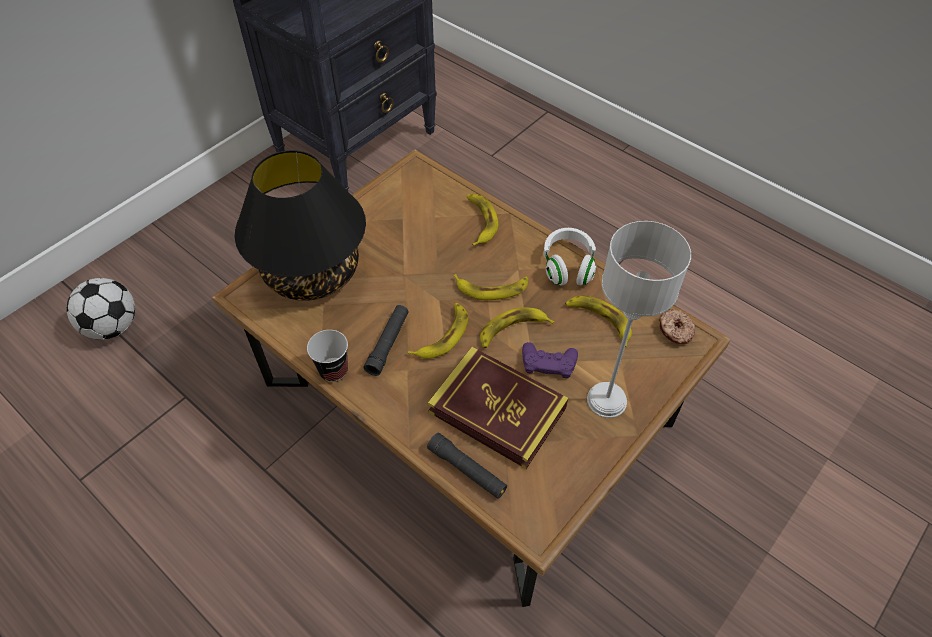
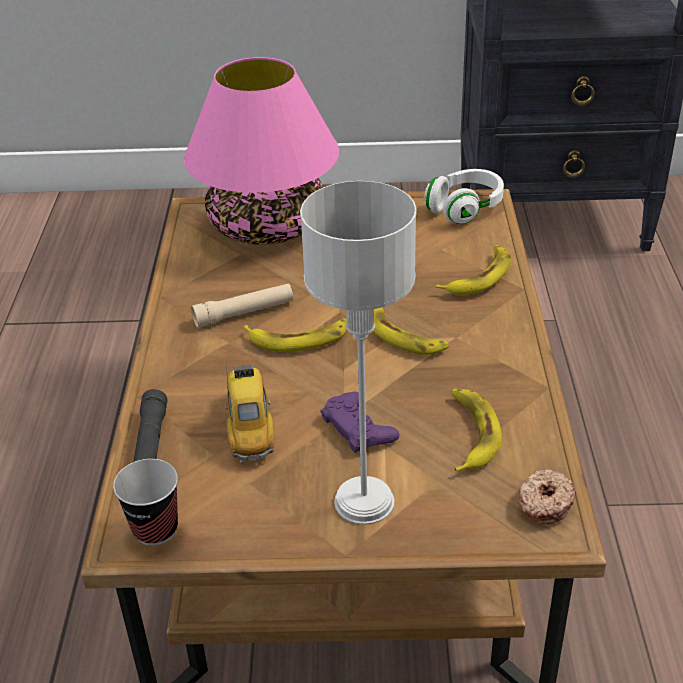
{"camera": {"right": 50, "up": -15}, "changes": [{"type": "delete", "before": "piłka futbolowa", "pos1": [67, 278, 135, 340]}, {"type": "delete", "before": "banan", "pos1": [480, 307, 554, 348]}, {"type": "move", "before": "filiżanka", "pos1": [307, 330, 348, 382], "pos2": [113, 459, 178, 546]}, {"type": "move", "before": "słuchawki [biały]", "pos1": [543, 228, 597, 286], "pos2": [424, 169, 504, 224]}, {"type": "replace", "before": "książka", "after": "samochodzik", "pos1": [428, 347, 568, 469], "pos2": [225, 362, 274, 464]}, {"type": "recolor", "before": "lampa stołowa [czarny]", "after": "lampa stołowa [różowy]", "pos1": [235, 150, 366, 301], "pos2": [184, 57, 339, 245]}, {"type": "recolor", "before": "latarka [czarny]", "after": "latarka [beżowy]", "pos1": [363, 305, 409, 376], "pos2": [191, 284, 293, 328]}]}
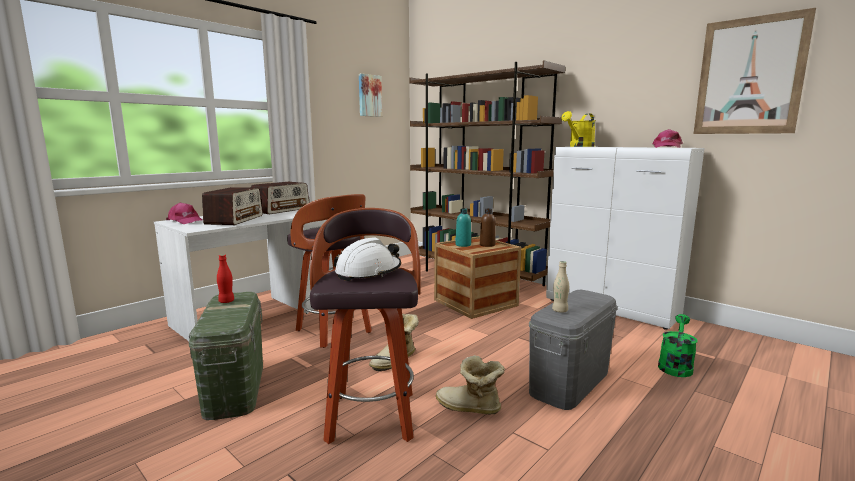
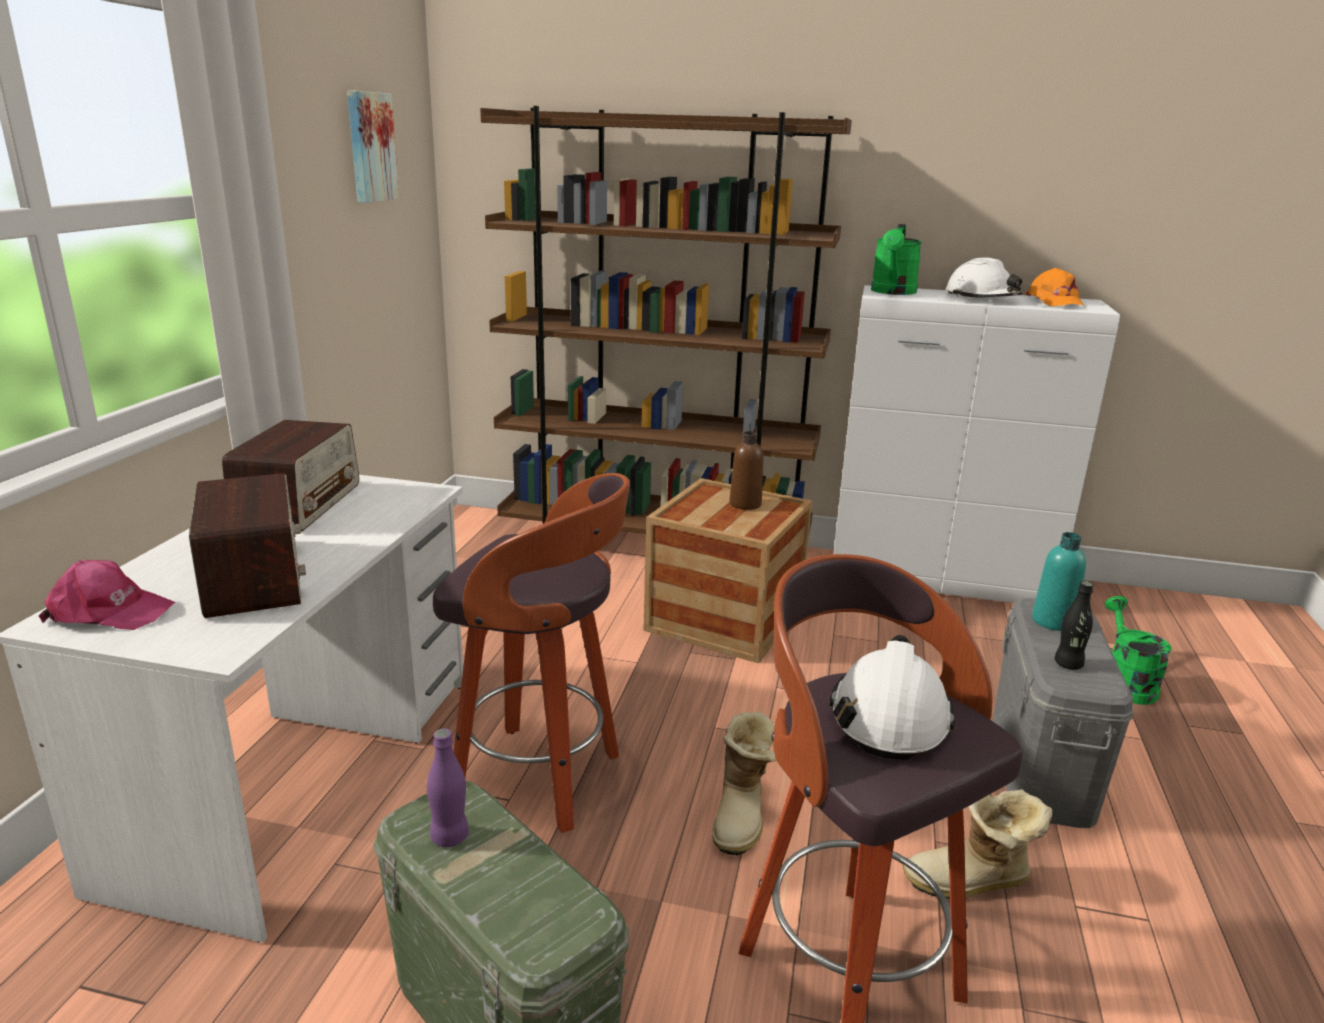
{"camera": {"right": -30, "up": 10}, "changes": [{"type": "delete", "before": "obraz", "pos1": [694, 8, 816, 134]}, {"type": "insert", "after": "kask [biały]", "pos2": [946, 258, 1022, 297]}, {"type": "move", "before": "butelka [turkusowy]", "pos1": [455, 208, 471, 247], "pos2": [1032, 532, 1086, 631]}, {"type": "recolor", "before": "butelka [czerwony]", "after": "butelka [fioletowy]", "pos1": [217, 254, 234, 303], "pos2": [427, 728, 469, 847]}, {"type": "recolor", "before": "butelka [beżowy]", "after": "butelka [czarny]", "pos1": [552, 261, 569, 313], "pos2": [1054, 581, 1093, 670]}, {"type": "recolor", "before": "konewka [żółty]", "after": "konewka [zielony]", "pos1": [561, 111, 596, 147], "pos2": [871, 224, 922, 295]}, {"type": "recolor", "before": "czapka z daszkiem [różowy]", "after": "czapka z daszkiem [pomarańczowy]", "pos1": [652, 129, 683, 148], "pos2": [1025, 268, 1084, 306]}]}
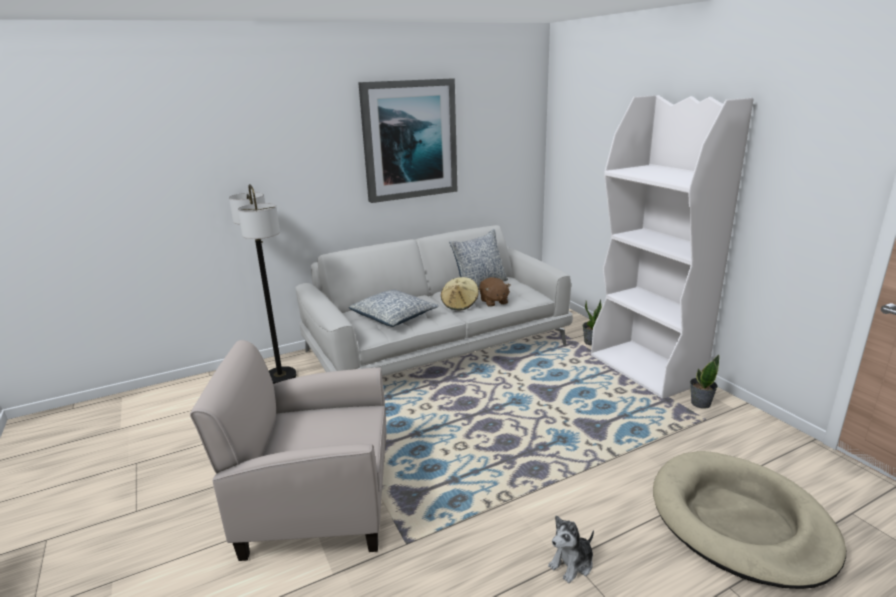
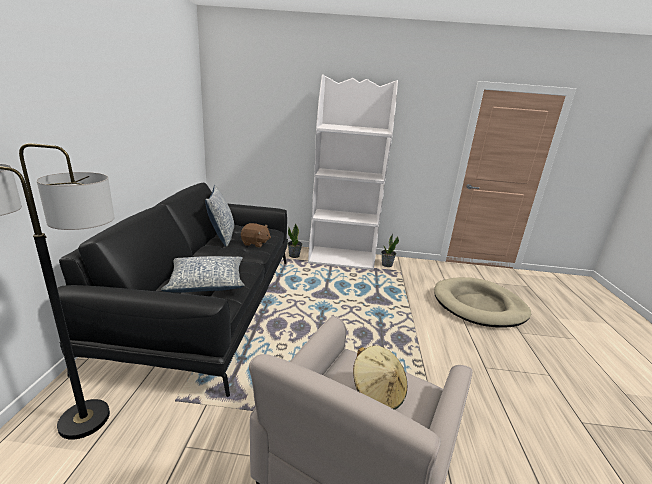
{"camera": {"right": -60, "up": 0}, "changes": [{"type": "delete", "before": "obraz", "pos1": [358, 79, 457, 203]}, {"type": "delete", "before": "pluszak", "pos1": [548, 516, 594, 583]}, {"type": "move", "before": "kapelusz [beżowy]", "pos1": [441, 277, 479, 311], "pos2": [353, 345, 407, 410]}, {"type": "recolor", "before": "kanapa [biały]", "after": "kanapa [czarny]", "pos1": [295, 225, 573, 377], "pos2": [57, 183, 288, 397]}]}
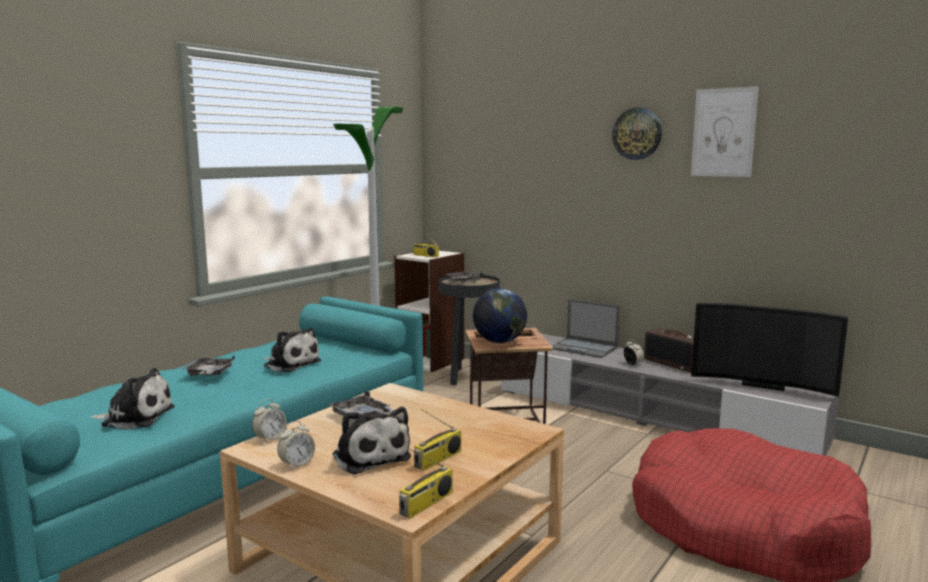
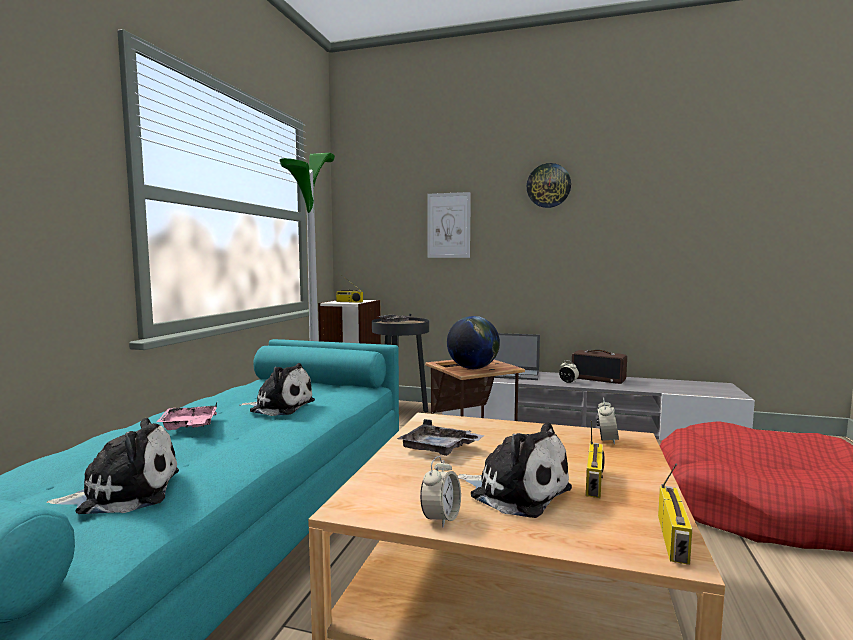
{"camera": {"right": -20, "up": -5}, "changes": [{"type": "delete", "before": "telewizor", "pos1": [691, 303, 848, 397]}, {"type": "move", "before": "budzik", "pos1": [252, 399, 287, 443], "pos2": [597, 397, 619, 445]}, {"type": "move", "before": "obraz", "pos1": [691, 86, 759, 177], "pos2": [427, 192, 471, 258]}, {"type": "recolor", "before": "taca [szary]", "after": "taca [różowy]", "pos1": [182, 356, 235, 376], "pos2": [157, 402, 217, 430]}]}
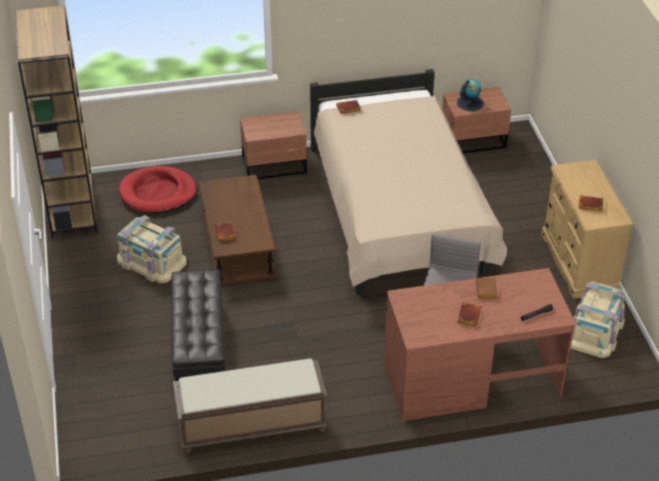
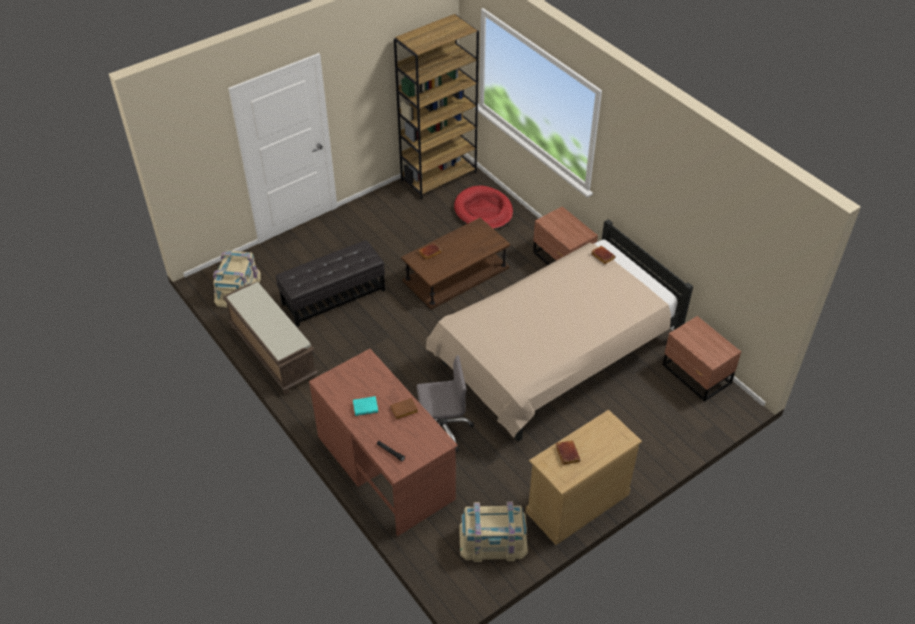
{"camera": {"right": 65, "up": 5}, "changes": [{"type": "delete", "before": "globus", "pos1": [457, 79, 484, 111]}, {"type": "move", "before": "pojemnik do przechowywania [beżowy]", "pos1": [117, 215, 187, 283], "pos2": [213, 250, 261, 308]}, {"type": "recolor", "before": "książka [brązowy]", "after": "książka [turkusowy]", "pos1": [457, 302, 481, 327], "pos2": [353, 396, 378, 416]}]}
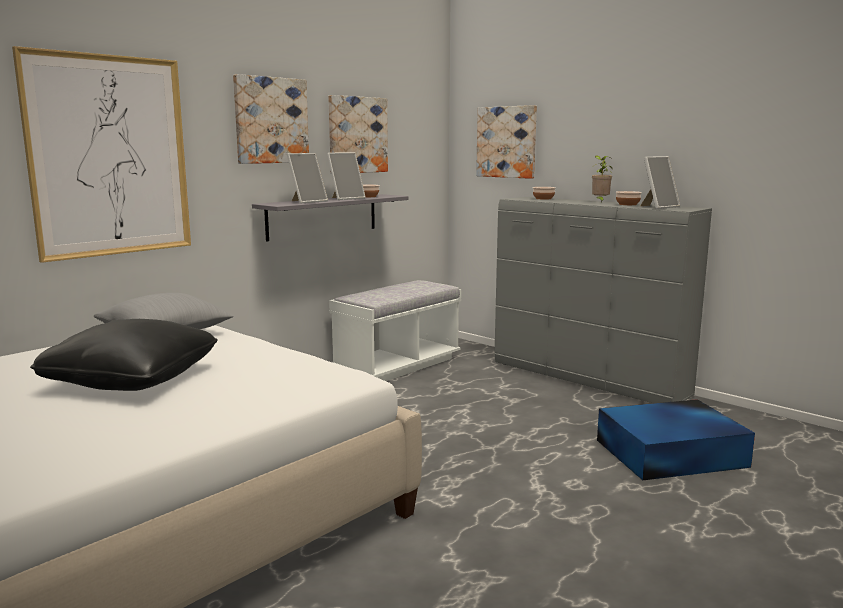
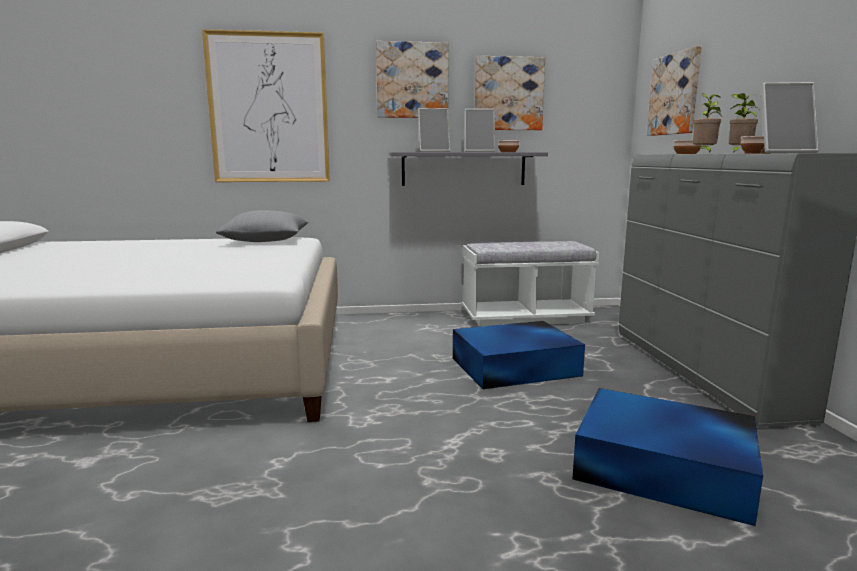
{"camera": {"right": 40, "up": 0}, "changes": [{"type": "delete", "before": "poduszka [czarny]", "pos1": [30, 319, 218, 391]}, {"type": "insert", "after": "pojemnik do przechowywania [niebieski]", "pos2": [453, 321, 585, 389]}, {"type": "insert", "after": "roślina doniczkowa", "pos2": [693, 93, 722, 153]}]}
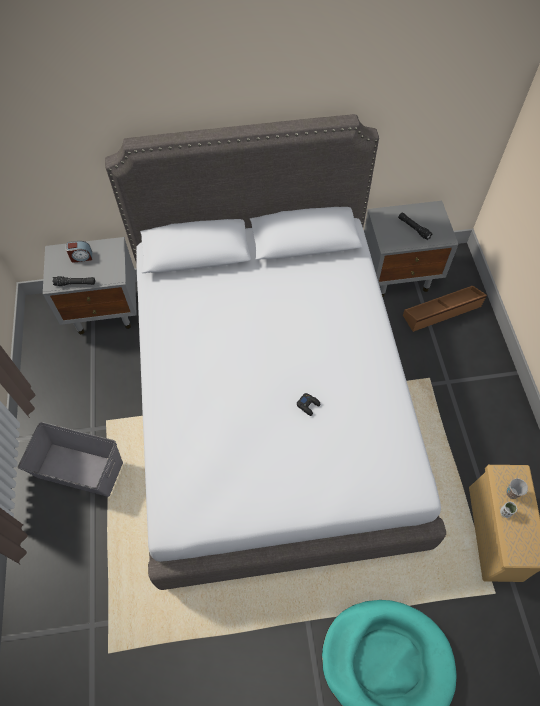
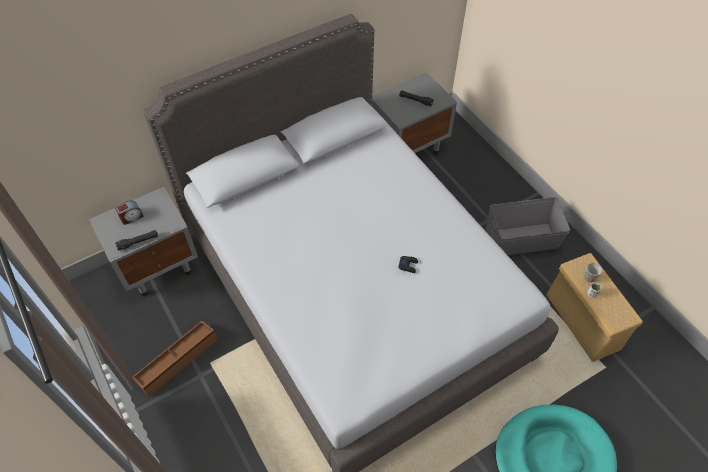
{"camera": {"right": -25, "up": -5}, "changes": [{"type": "move", "before": "pojemnik do przechowywania [szary]", "pos1": [18, 422, 123, 497], "pos2": [485, 197, 570, 255]}, {"type": "move", "before": "pojemnik do przechowywania [brązowy]", "pos1": [403, 286, 487, 332], "pos2": [132, 321, 218, 397]}]}
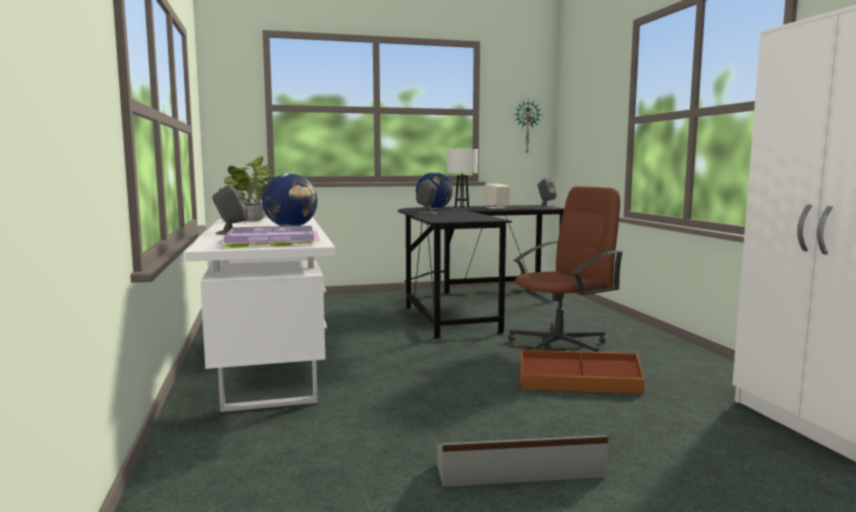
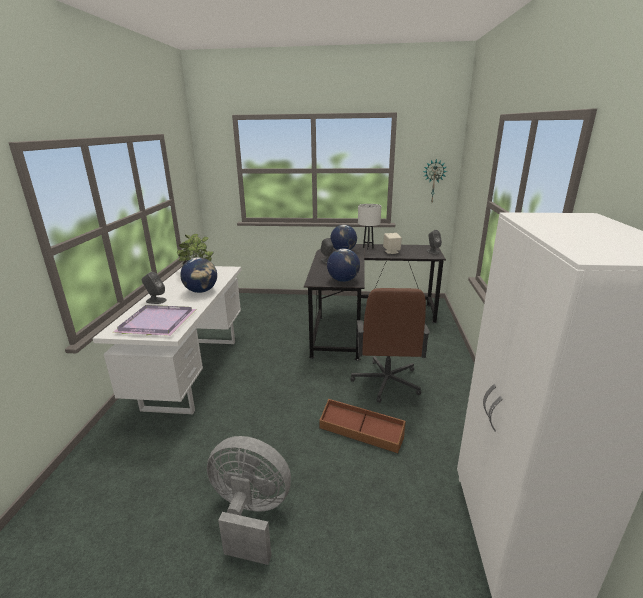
{"camera": {"right": 20, "up": 15}, "changes": [{"type": "insert", "after": "globus", "pos2": [327, 248, 360, 282]}, {"type": "replace", "before": "pojemnik do przechowywania [szary]", "after": "wentylator [szary]", "pos1": [437, 435, 608, 487], "pos2": [207, 436, 291, 565]}, {"type": "rotate", "before": "krzesło biurowe [brązowy]", "pos1": [508, 186, 623, 352], "pos2": [350, 288, 430, 403], "turn": 105}]}
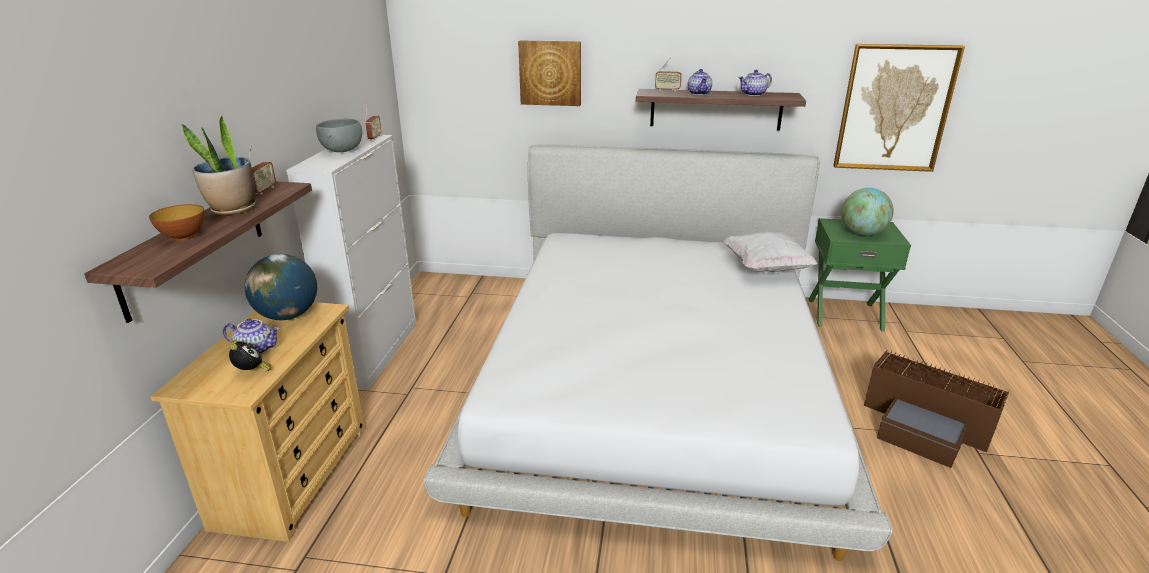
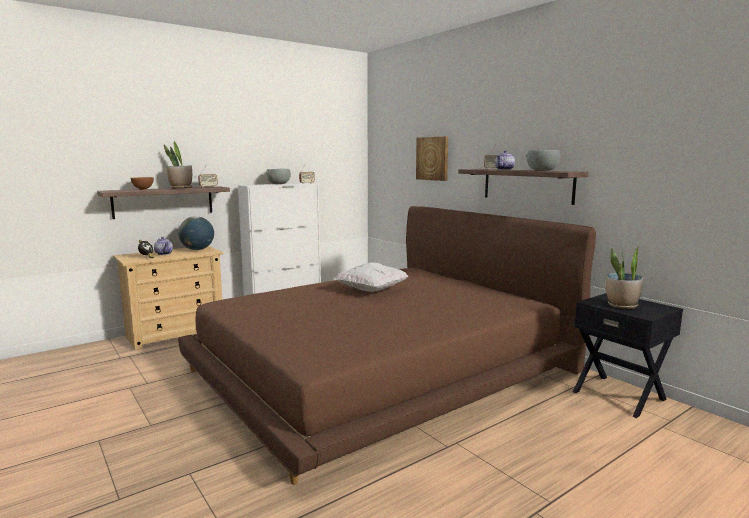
{"camera": {"right": 45, "up": -15}, "changes": [{"type": "delete", "before": "obraz", "pos1": [833, 44, 965, 172]}, {"type": "delete", "before": "pojemnik do przechowywania [brązowy]", "pos1": [864, 349, 1010, 468]}, {"type": "move", "before": "poduszka [biały]", "pos1": [723, 232, 817, 272], "pos2": [334, 262, 409, 292]}, {"type": "replace", "before": "imbryk", "after": "miska [szary]", "pos1": [738, 70, 772, 96], "pos2": [526, 150, 560, 171]}, {"type": "replace", "before": "globus", "after": "roślina doniczkowa", "pos1": [842, 188, 894, 235], "pos2": [606, 247, 643, 309]}, {"type": "recolor", "before": "łóżko [biały]", "after": "łóżko [brązowy]", "pos1": [423, 144, 892, 561], "pos2": [178, 206, 596, 485]}, {"type": "recolor", "before": "szafka nocna [zielony]", "after": "szafka nocna [czarny]", "pos1": [808, 218, 911, 332], "pos2": [573, 293, 683, 418]}]}
